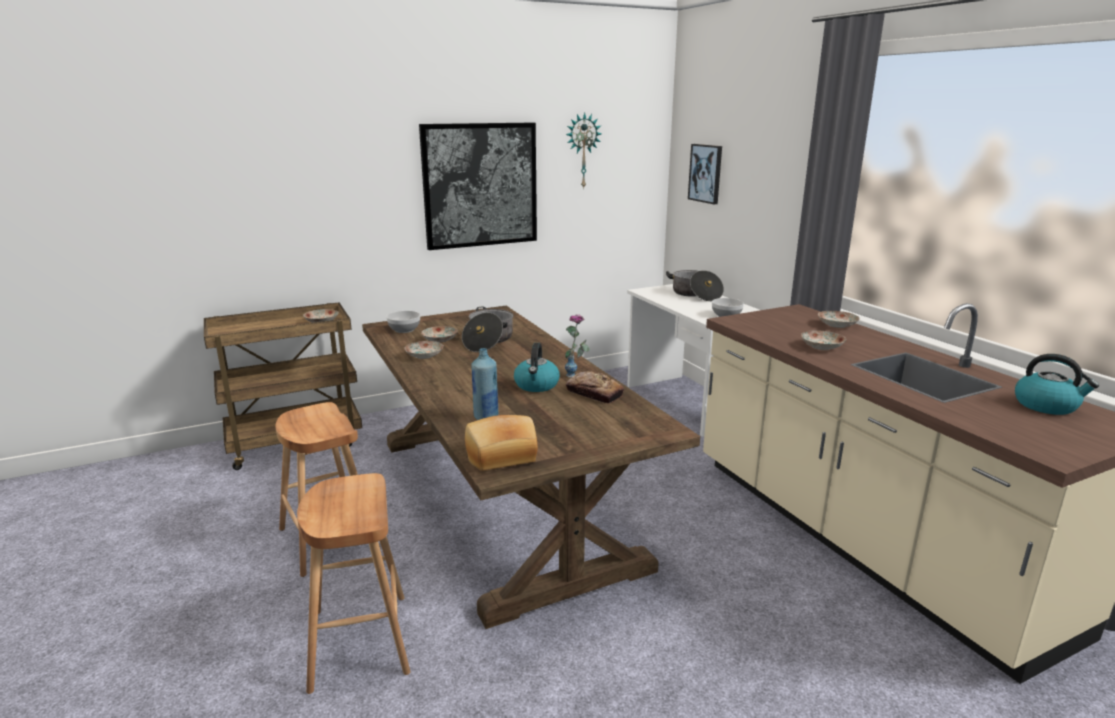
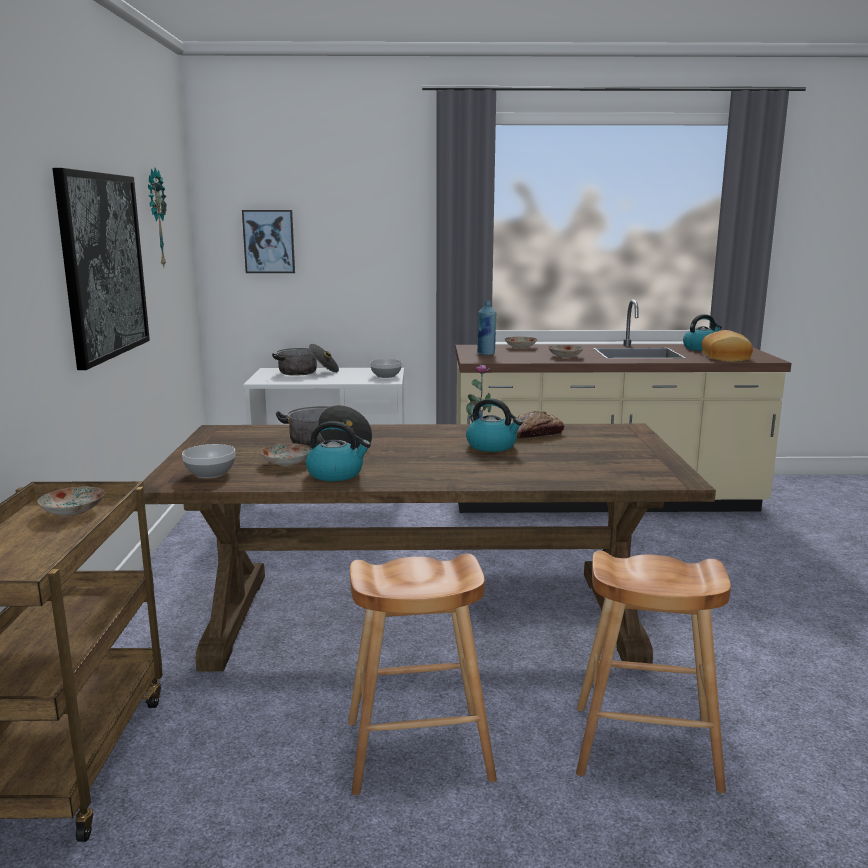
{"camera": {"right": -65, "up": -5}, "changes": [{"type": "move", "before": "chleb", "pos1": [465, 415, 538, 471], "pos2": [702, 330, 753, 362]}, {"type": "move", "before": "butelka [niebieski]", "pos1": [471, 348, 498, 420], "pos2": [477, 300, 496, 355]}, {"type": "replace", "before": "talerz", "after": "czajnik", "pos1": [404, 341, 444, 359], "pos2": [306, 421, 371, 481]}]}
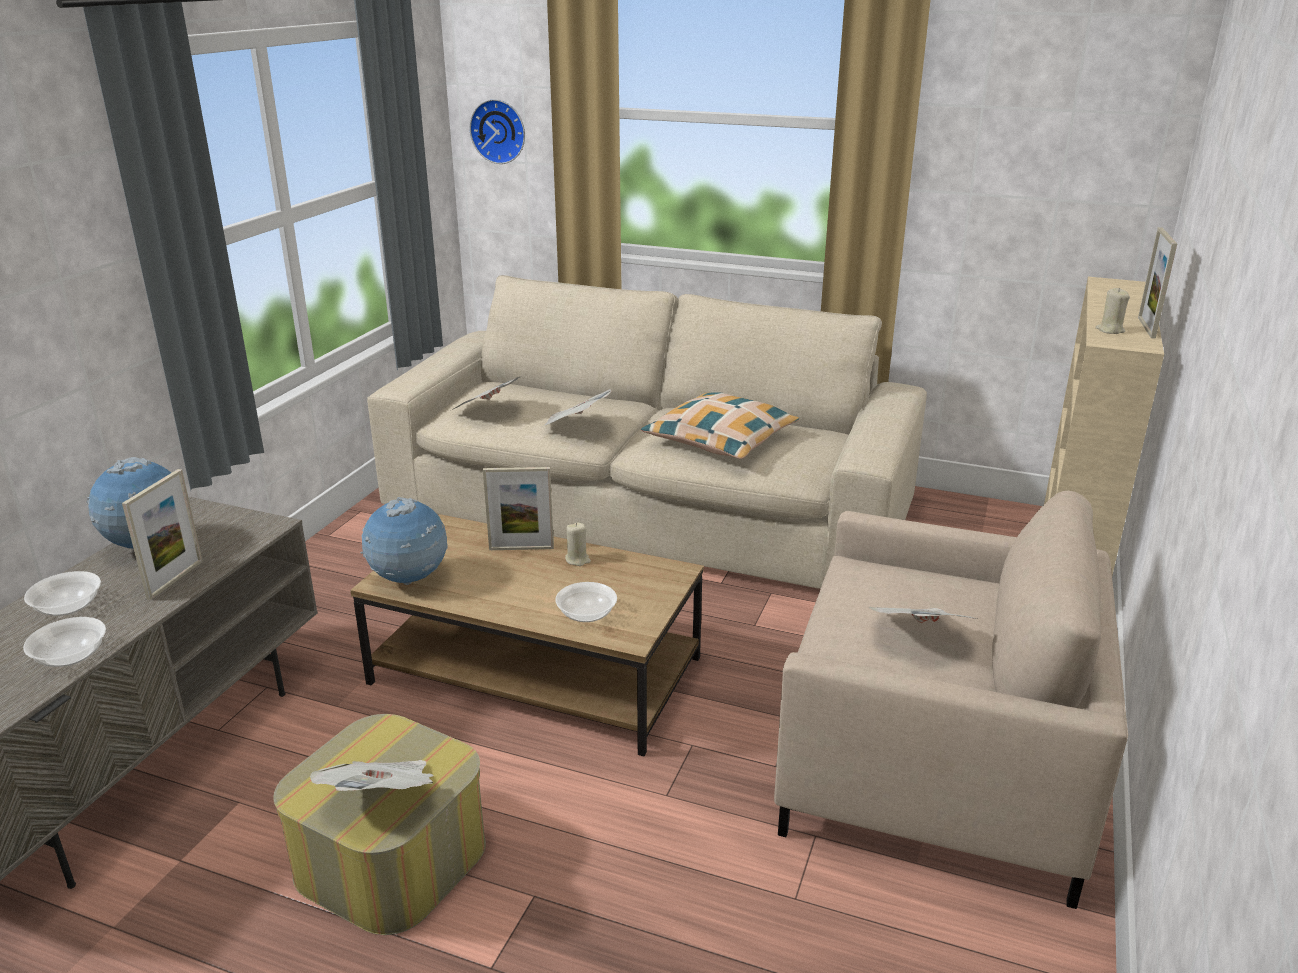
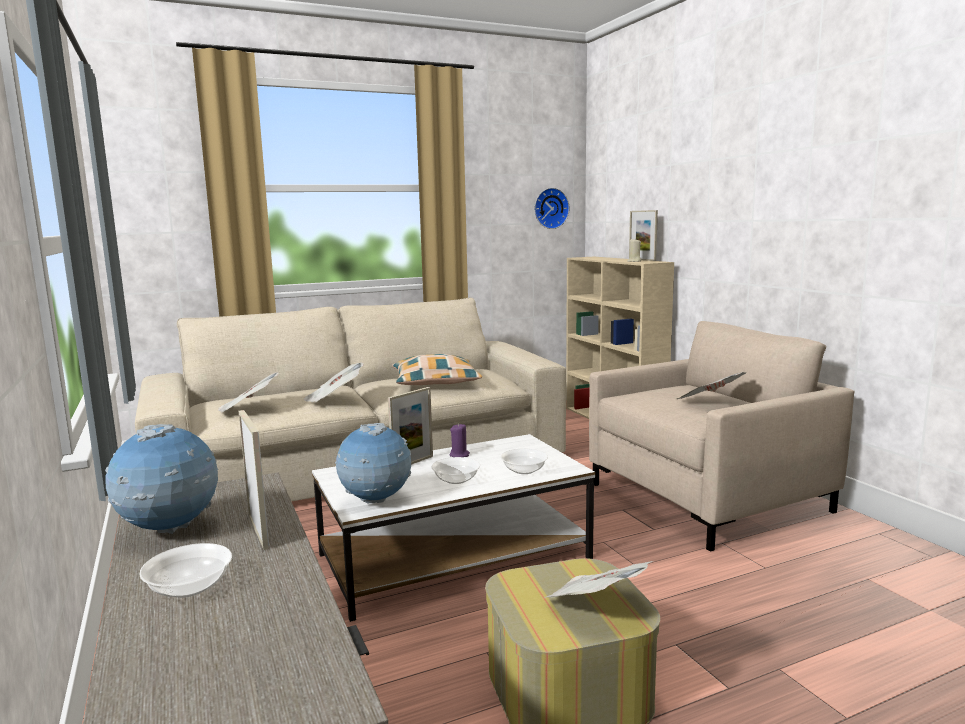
{"camera": {"right": -45, "up": -15}, "changes": [{"type": "move", "before": "miska", "pos1": [23, 617, 106, 667], "pos2": [431, 457, 480, 484]}, {"type": "move", "before": "zegar ścienny", "pos1": [469, 99, 525, 164], "pos2": [534, 188, 570, 229]}, {"type": "recolor", "before": "ława [brązowy]", "after": "ława [biały]", "pos1": [350, 514, 704, 756], "pos2": [312, 434, 595, 622]}, {"type": "recolor", "before": "świeca [beżowy]", "after": "świeca [fioletowy]", "pos1": [565, 522, 591, 566], "pos2": [449, 423, 470, 457]}]}
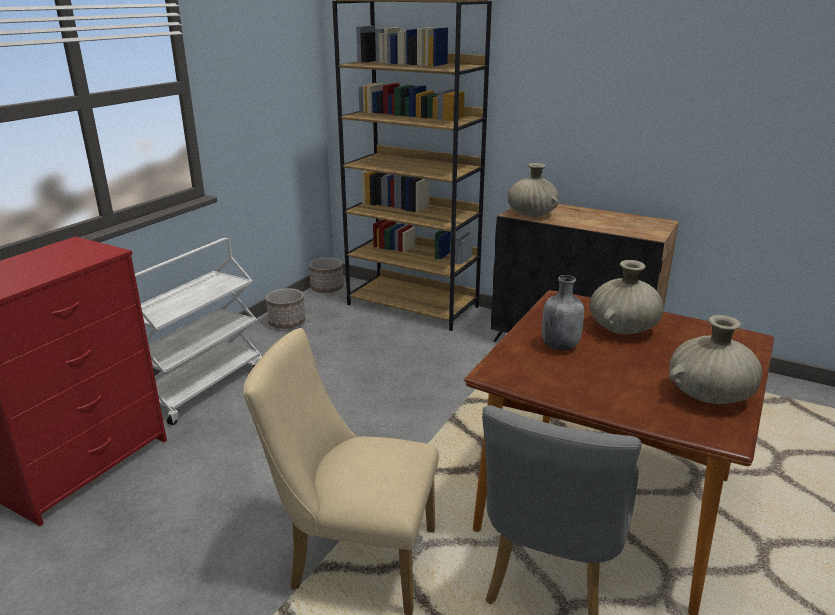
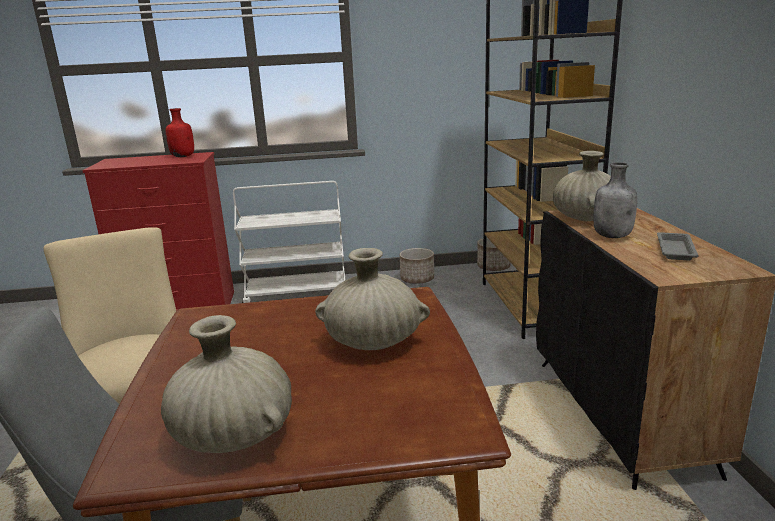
{"camera": {"right": 55, "up": -5}, "changes": [{"type": "insert", "after": "butelka [czerwony]", "pos2": [166, 108, 194, 157]}, {"type": "insert", "after": "taca [szary]", "pos2": [657, 232, 699, 261]}, {"type": "move", "before": "butelka [szary]", "pos1": [542, 275, 584, 350], "pos2": [593, 162, 637, 238]}]}
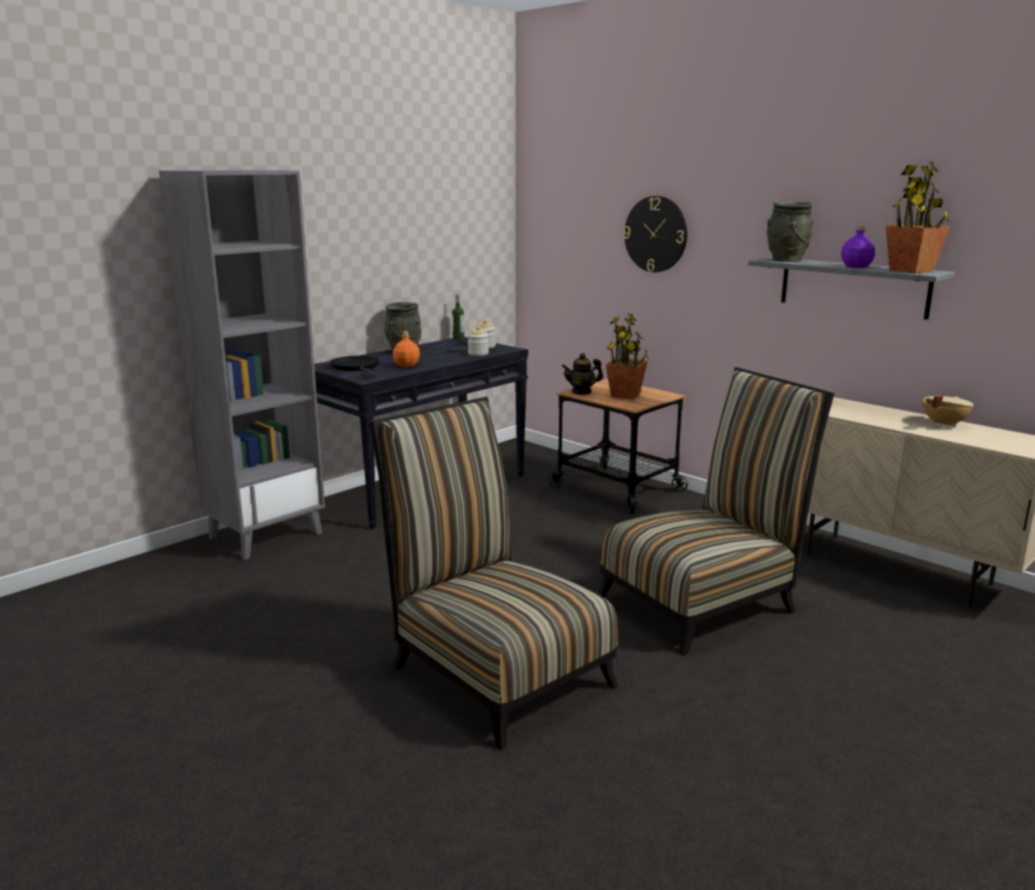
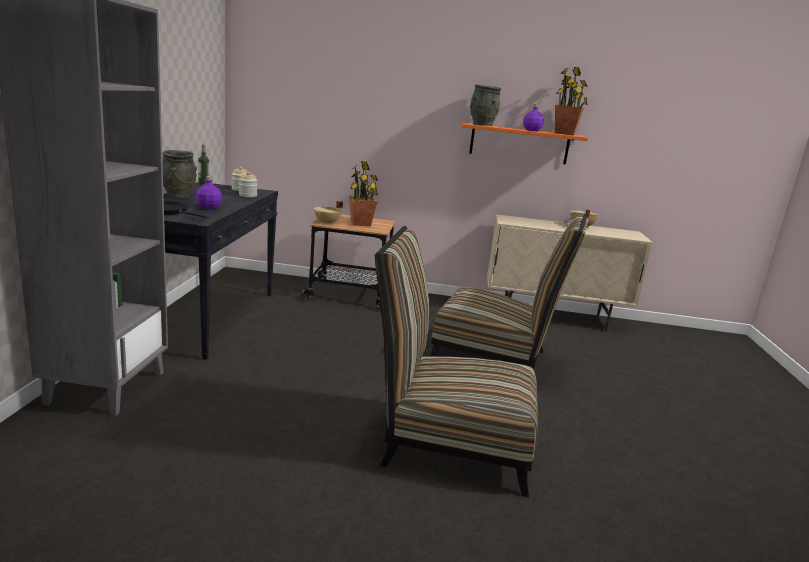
{"camera": {"right": -40, "up": 0}, "changes": [{"type": "delete", "before": "zegar ścienny", "pos1": [623, 196, 687, 272]}, {"type": "replace", "before": "imbryk", "after": "garnek [beżowy]", "pos1": [562, 353, 603, 395], "pos2": [314, 201, 343, 225]}, {"type": "recolor", "before": "butelka [pomarańczowy]", "after": "butelka [fioletowy]", "pos1": [393, 331, 420, 367], "pos2": [196, 176, 222, 209]}, {"type": "recolor", "before": "półka [szary]", "after": "półka [pomarańczowy]", "pos1": [748, 257, 955, 320], "pos2": [461, 123, 588, 164]}, {"type": "rotate", "before": "krzesło", "pos1": [598, 367, 834, 655], "pos2": [430, 214, 589, 368], "turn": 90}]}
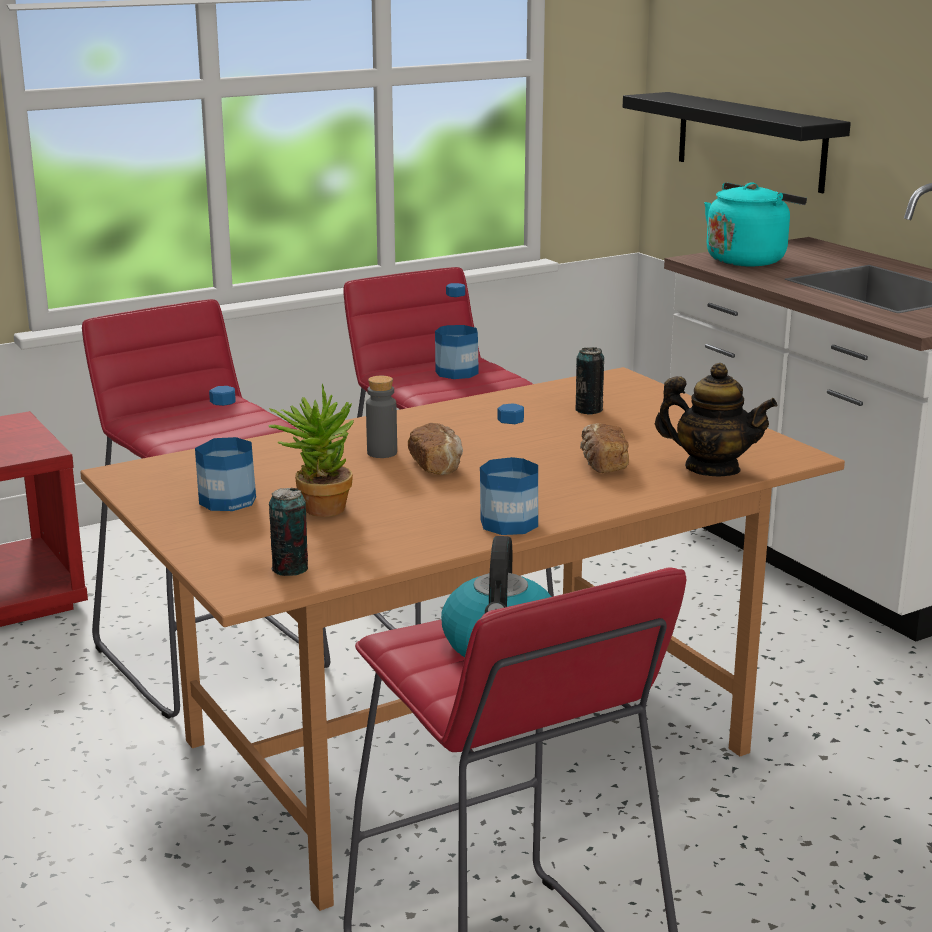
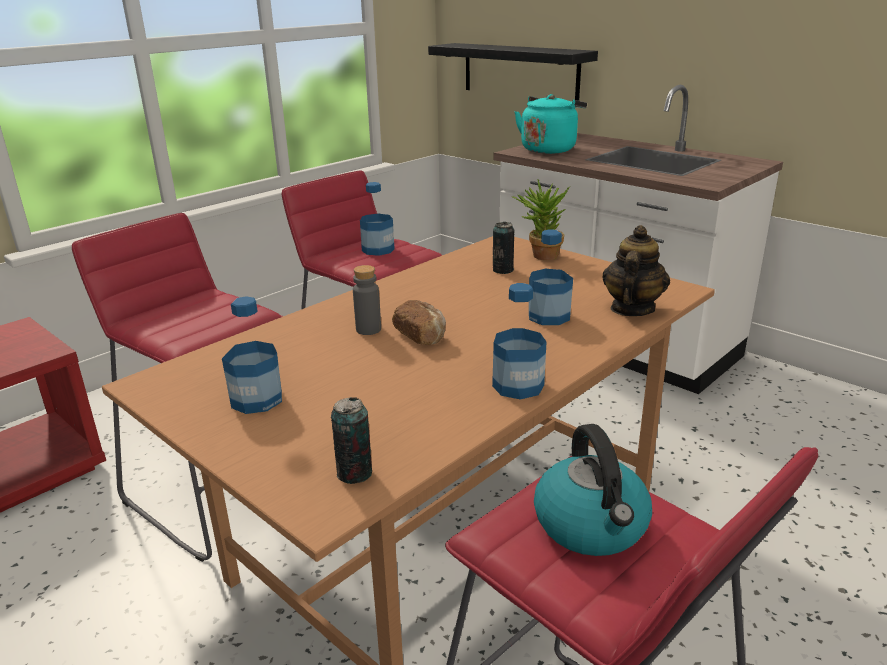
{"camera": {"right": -15, "up": 5}, "changes": [{"type": "move", "before": "roślina doniczkowa", "pos1": [269, 384, 354, 517], "pos2": [512, 179, 570, 260]}, {"type": "replace", "before": "chleb", "after": "butelka", "pos1": [580, 423, 629, 473], "pos2": [529, 229, 573, 325]}, {"type": "rotate", "before": "imbryk", "pos1": [655, 363, 777, 476], "pos2": [603, 225, 670, 316], "turn": -75}]}
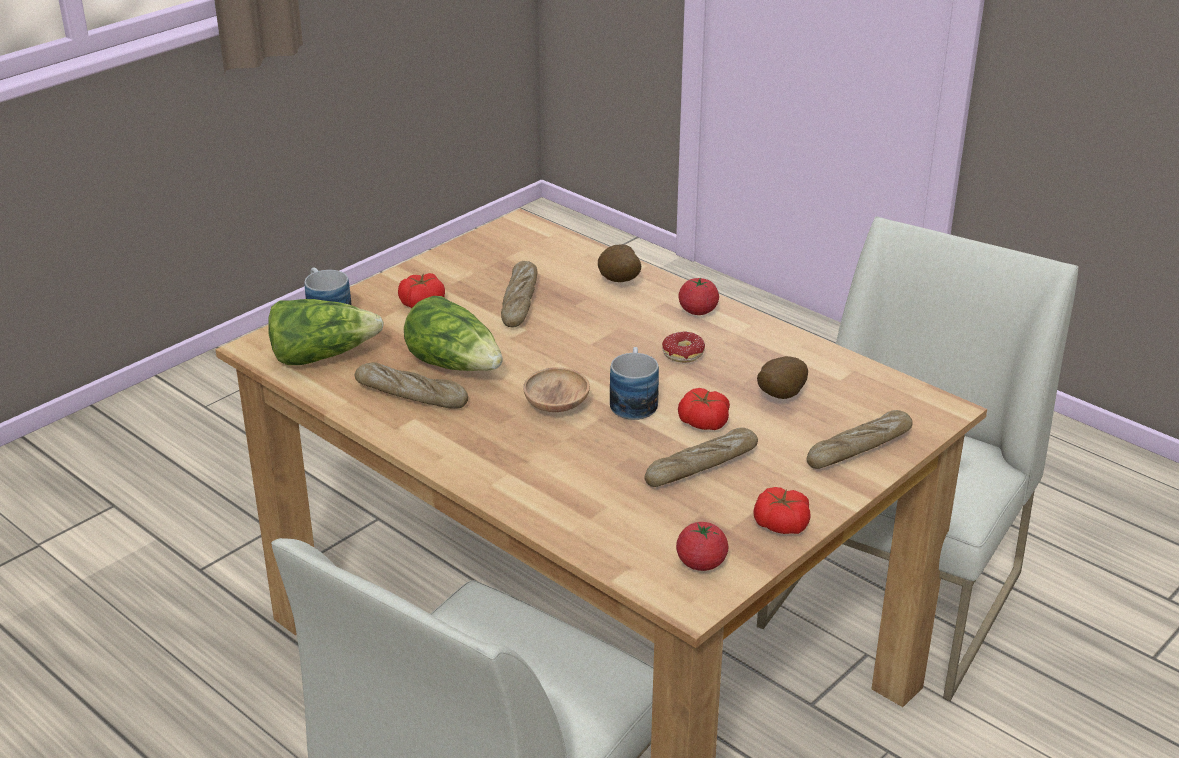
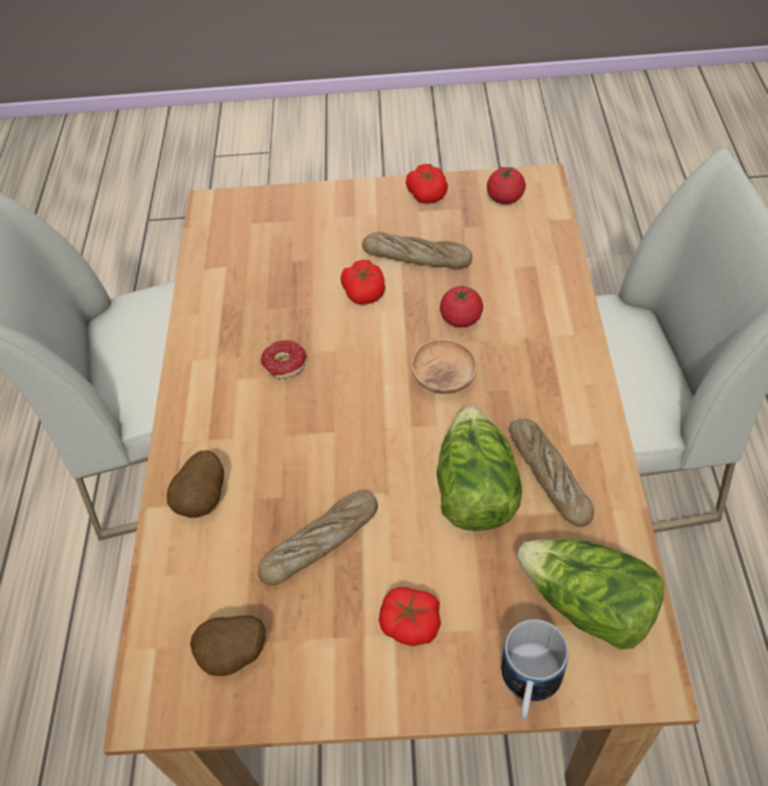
{"camera": {"right": -130, "up": 20}, "changes": [{"type": "delete", "before": "kubek", "pos1": [610, 347, 659, 420]}, {"type": "delete", "before": "chleb", "pos1": [807, 410, 913, 469]}, {"type": "move", "before": "pomidor", "pos1": [678, 278, 719, 315], "pos2": [440, 285, 483, 328]}, {"type": "move", "before": "ziemniak", "pos1": [757, 356, 808, 399], "pos2": [190, 615, 266, 676]}]}
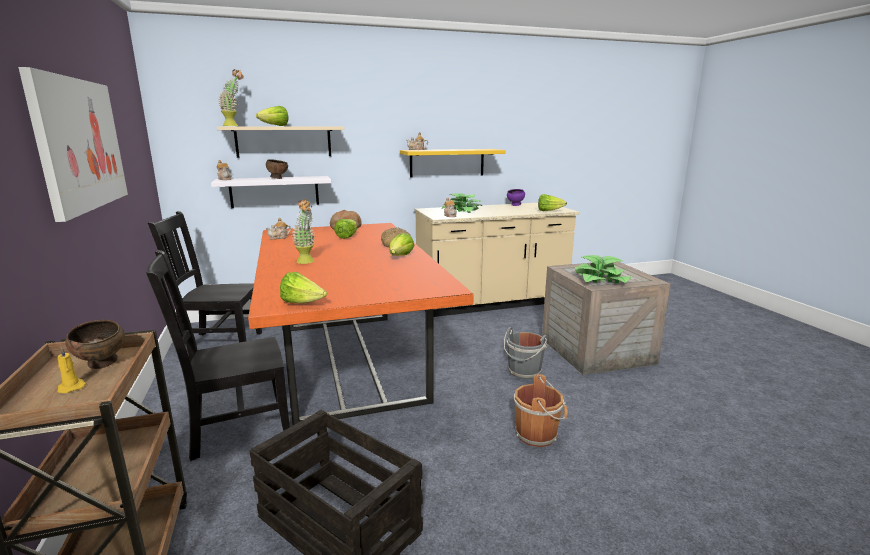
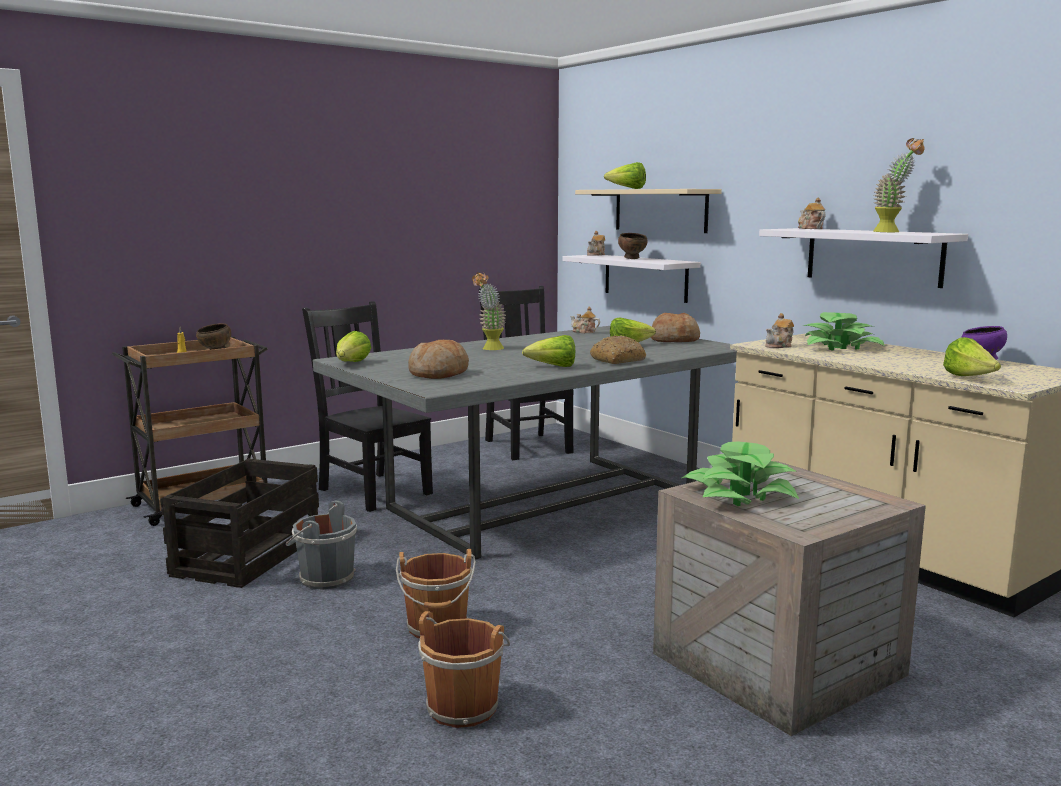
{"camera": {"right": 70, "up": -5}, "changes": [{"type": "delete", "before": "obraz", "pos1": [18, 67, 128, 222]}, {"type": "insert", "after": "chleb", "pos2": [408, 340, 469, 379]}, {"type": "insert", "after": "wiadro [brązowy]", "pos2": [418, 611, 510, 728]}, {"type": "move", "before": "roślina doniczkowa", "pos1": [219, 69, 244, 126], "pos2": [873, 138, 925, 232]}, {"type": "move", "before": "wiadro [szary]", "pos1": [504, 327, 547, 379], "pos2": [286, 501, 357, 590]}, {"type": "recolor", "before": "stół jadalny [pomarańczowy]", "after": "stół jadalny [szary]", "pos1": [248, 223, 474, 425], "pos2": [313, 326, 737, 560]}, {"type": "recolor", "before": "półka [żółty]", "after": "półka [biały]", "pos1": [400, 149, 506, 178], "pos2": [759, 228, 968, 288]}]}
